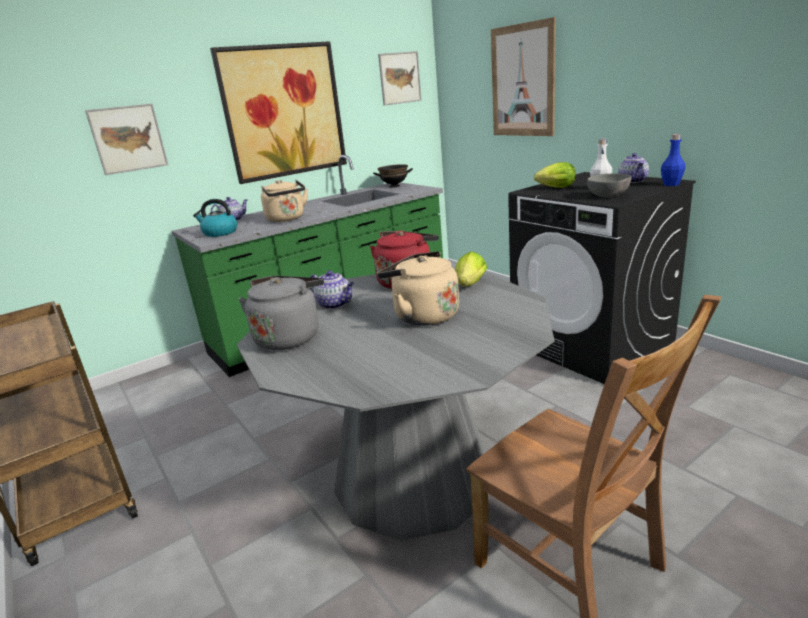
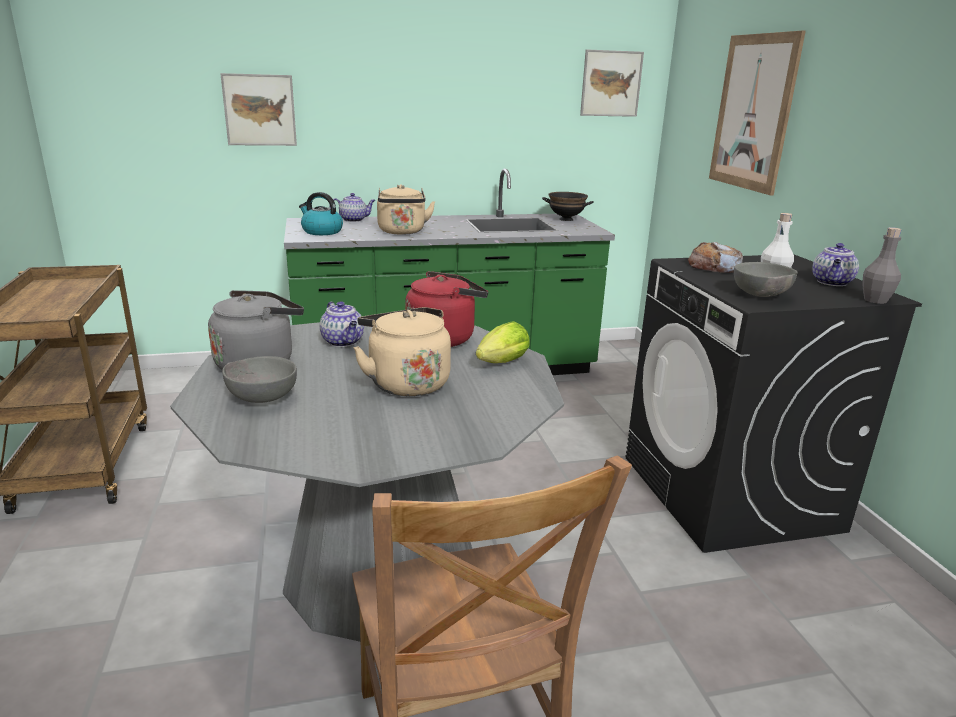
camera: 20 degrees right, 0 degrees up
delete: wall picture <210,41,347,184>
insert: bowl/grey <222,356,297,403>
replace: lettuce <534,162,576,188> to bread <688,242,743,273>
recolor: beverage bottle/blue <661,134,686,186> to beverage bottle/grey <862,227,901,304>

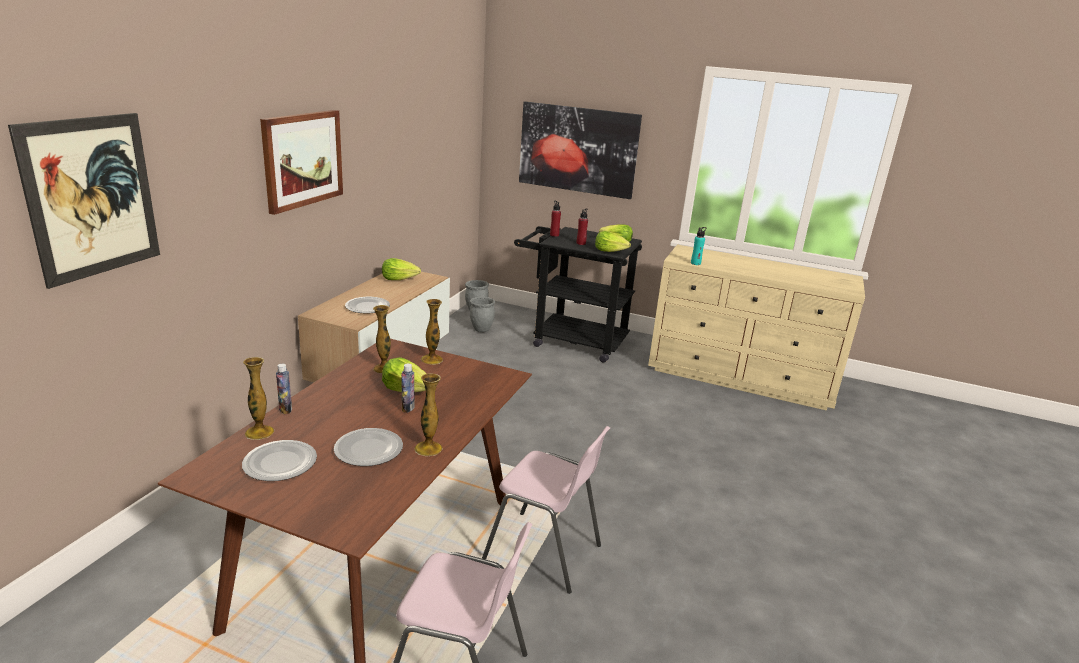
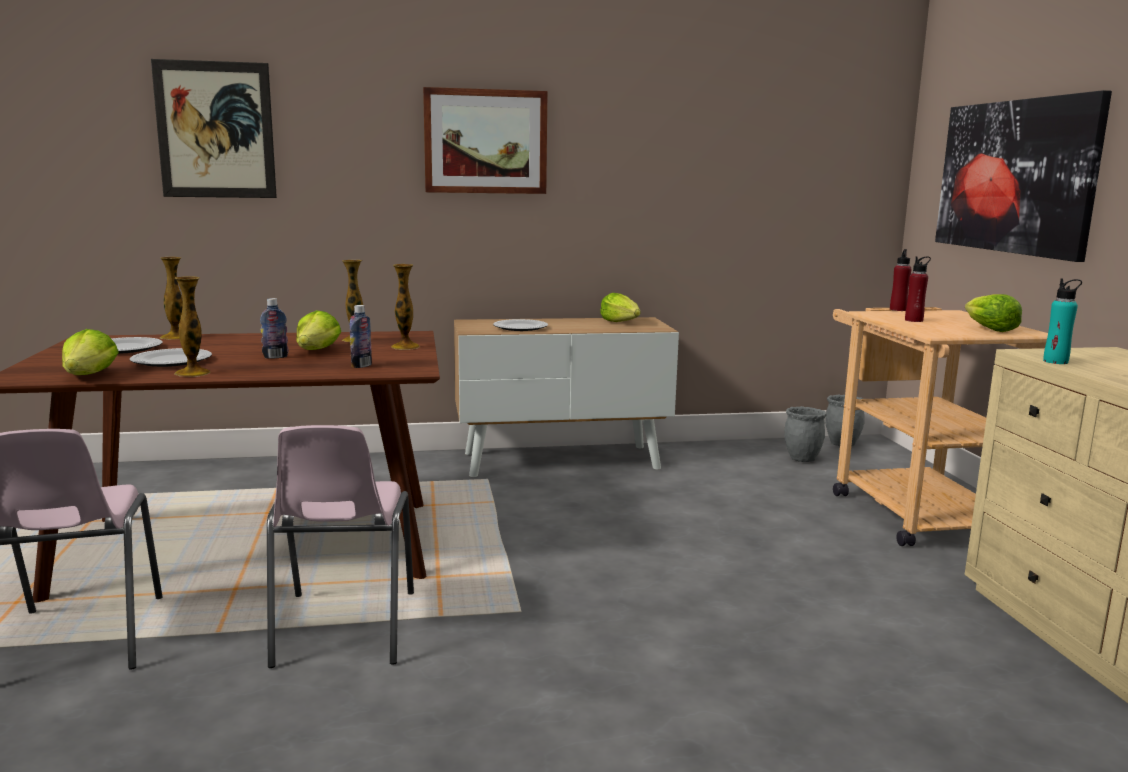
camera: 60 degrees right, 10 degrees down
move: beverage bottle <276,364,292,414> to <350,305,372,368>; lettuce <595,231,631,252> to <62,329,119,375>
recolor: trolley/black <514,226,642,363> to trolley/beige-coloured <833,307,1048,546>

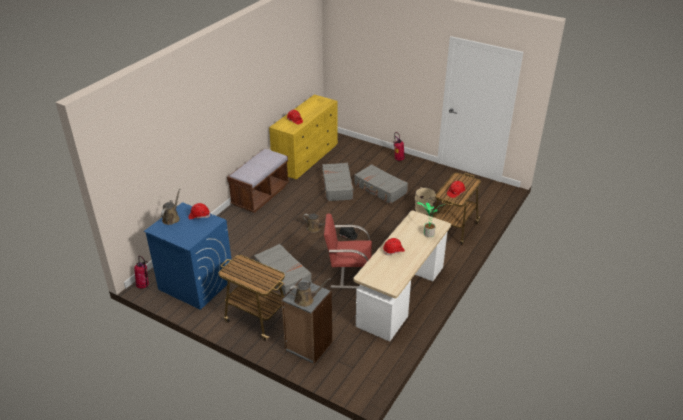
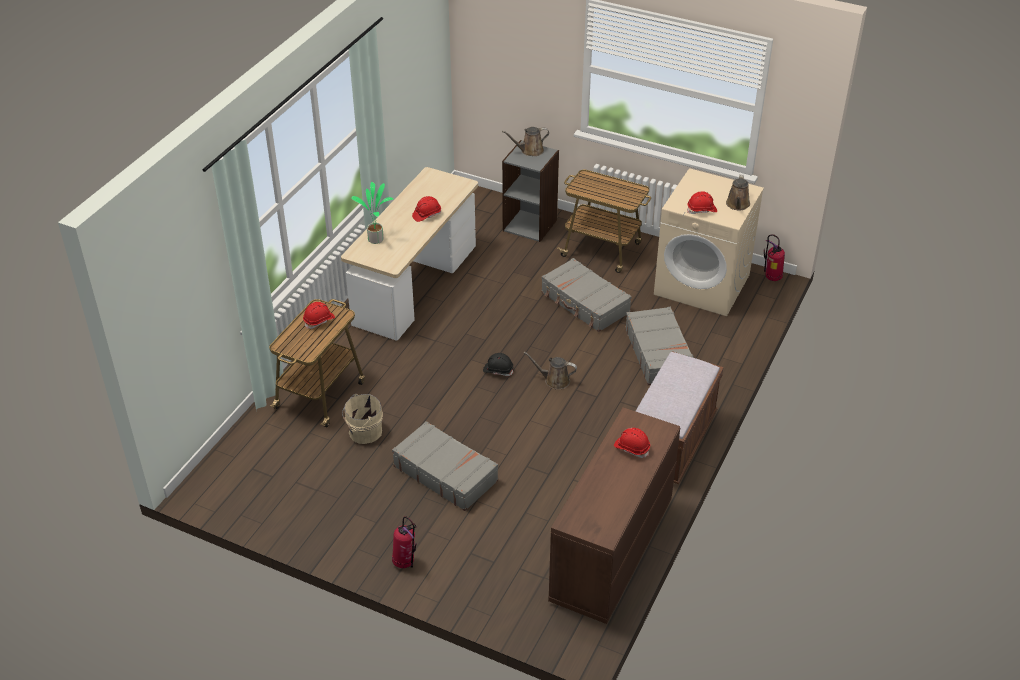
camera: 175 degrees right, 5 degrees up
delete: chair/red <324,213,372,289>
move: suitcase/grey <321,163,353,201> to <625,307,694,386>
recolor: washing machine/blue <144,202,232,310> to washing machine/beige-coloured <654,168,764,316>; dresser/yellowish <269,94,338,179> to dresser/brown <548,407,680,624>

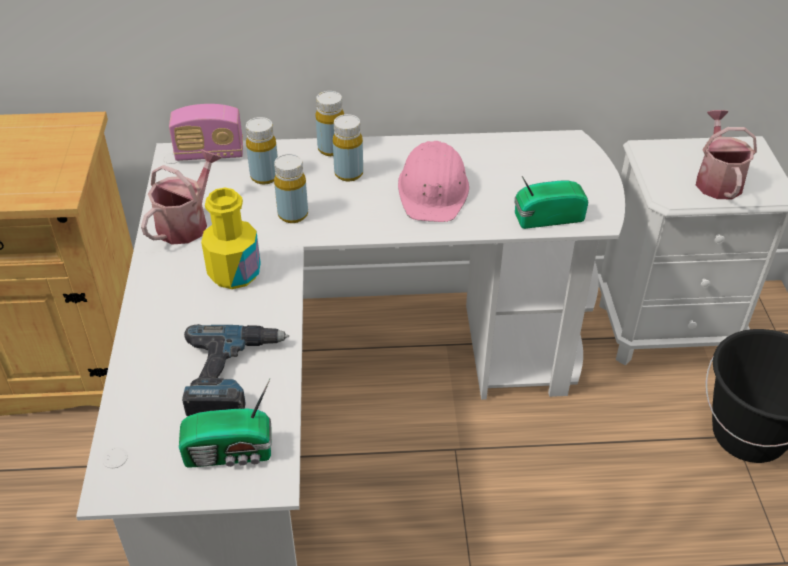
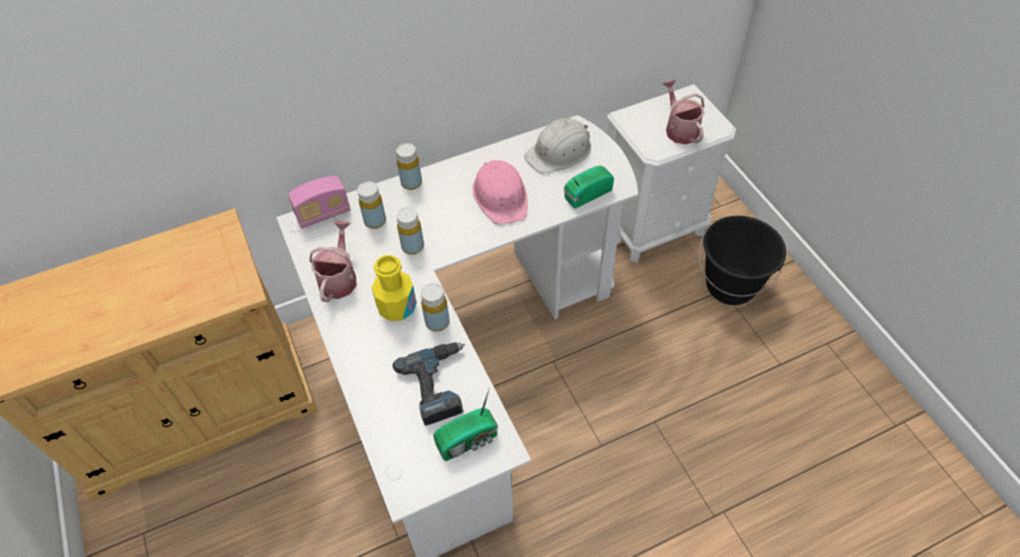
camera: 20 degrees left, 10 degrees up
insert: work helmet/whitish <525,118,591,173>
move: beverage bottle/yellowish <333,114,363,182> to <421,283,449,332>

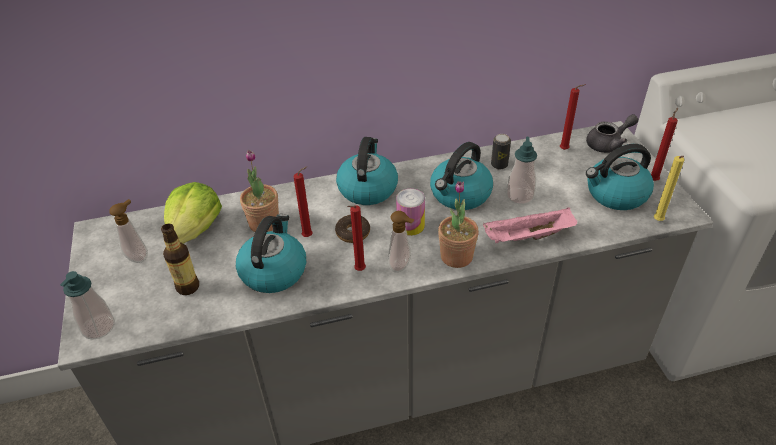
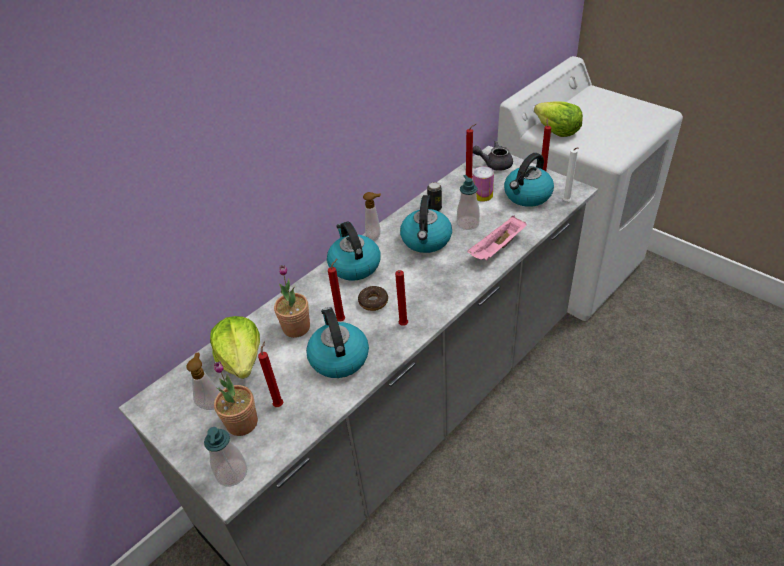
camera: 30 degrees left, 0 degrees up
insert: lettuce <534,102,583,137>
move: soap bottle <388,211,415,273> to <363,192,381,241>; can <396,189,425,236> to <473,166,494,202>; plant in a pot <438,181,479,268> to <214,361,258,436>
replace: beverage bottle <161,223,199,295> to candle/red <258,341,283,407>
recolor: candle/yellowish <654,156,684,221> to candle/whitish <563,148,578,202>
rotate: tea pot/grey <586,114,638,153> = <473,141,513,171> 120 degrees counterclockwise

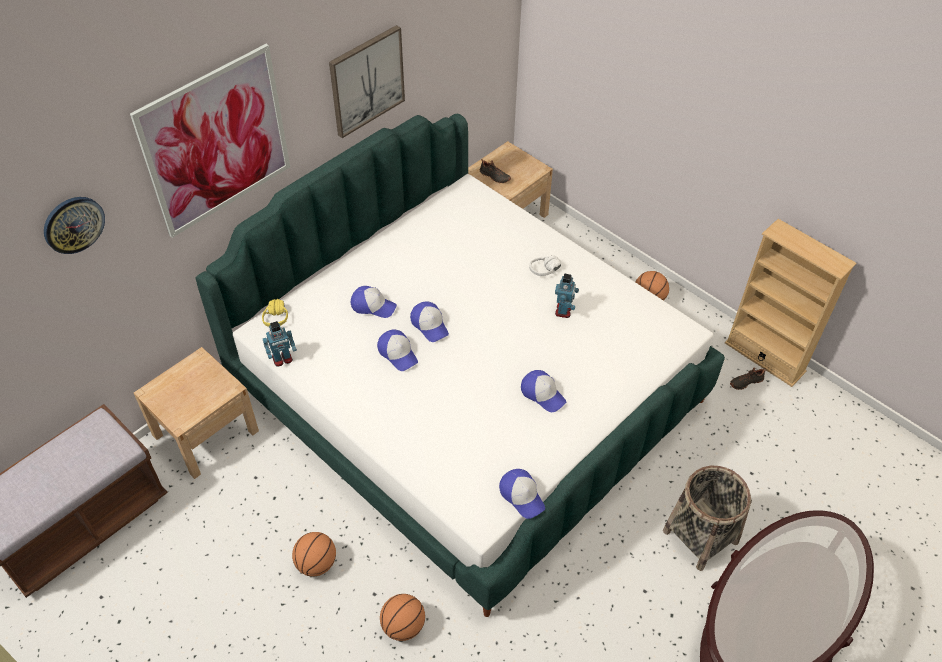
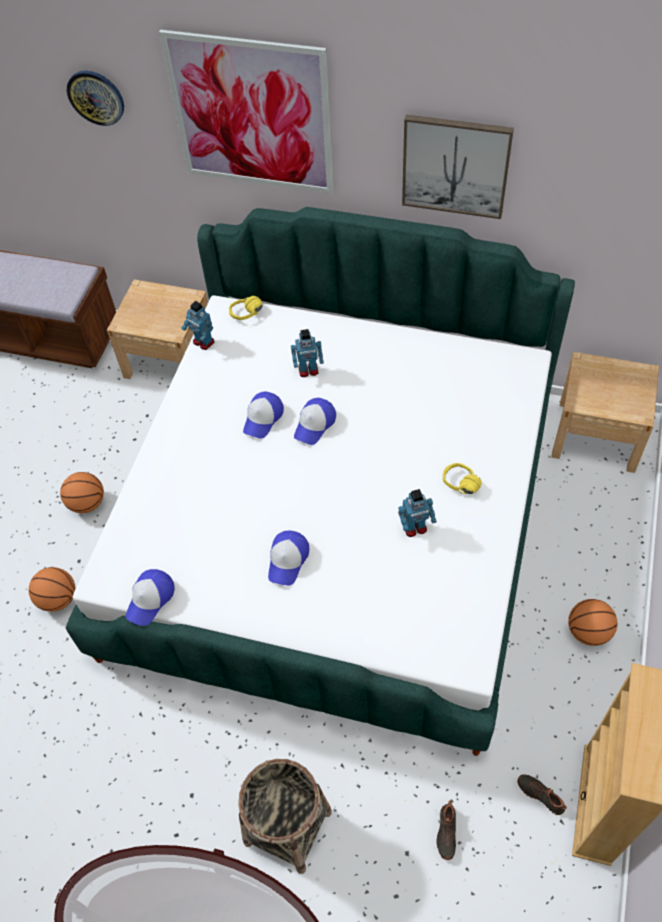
camera: 65 degrees right, 5 degrees up
move: shoe/black <480,159,511,183> to <436,800,456,860>
replace: peaked cap <351,286,397,318> to model robot <291,329,324,377>
recolor: headset/whitish <529,255,561,276> to headset/yellowish <443,463,482,494>

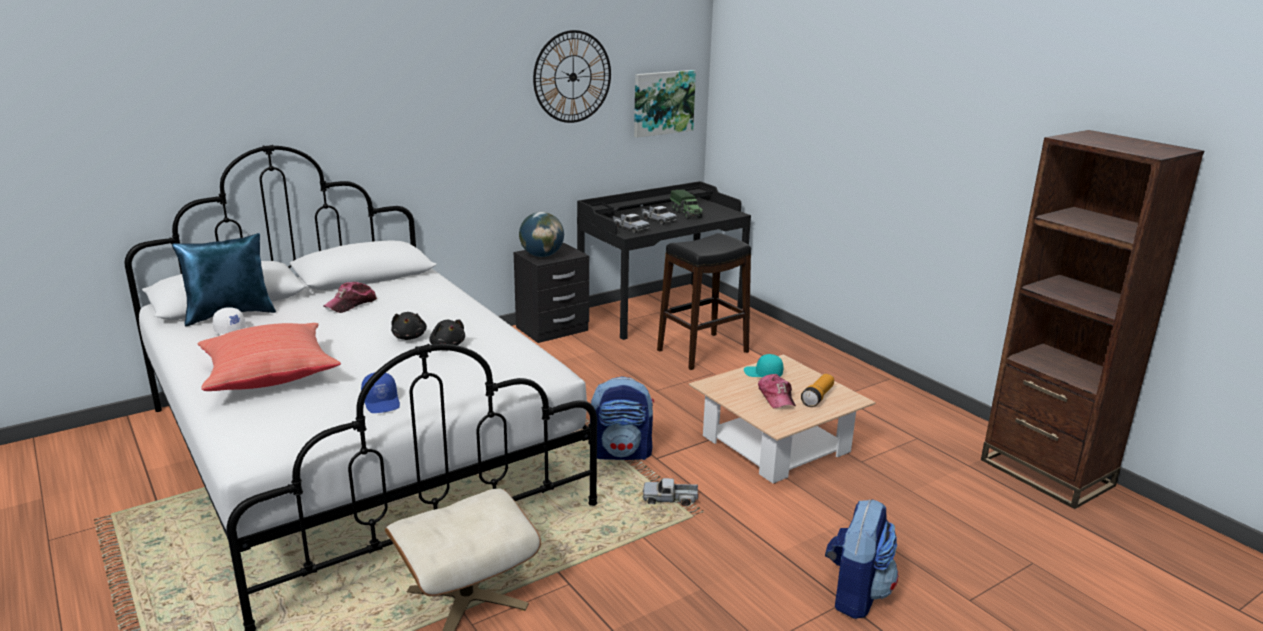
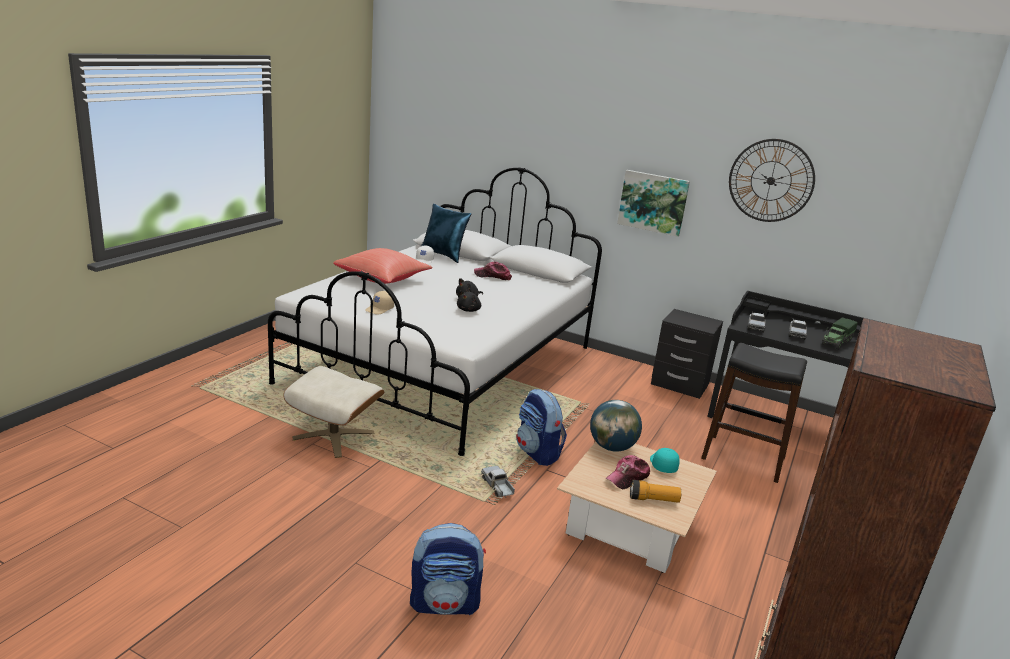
camera: 60 degrees right, 0 degrees up
move: desk globe <519,212,564,257> to <590,400,642,452>; wall picture <634,70,696,138> to <617,170,690,237>
recolor: peaked cap/blue <361,372,400,413> to peaked cap/beige-coloured <365,291,394,315>

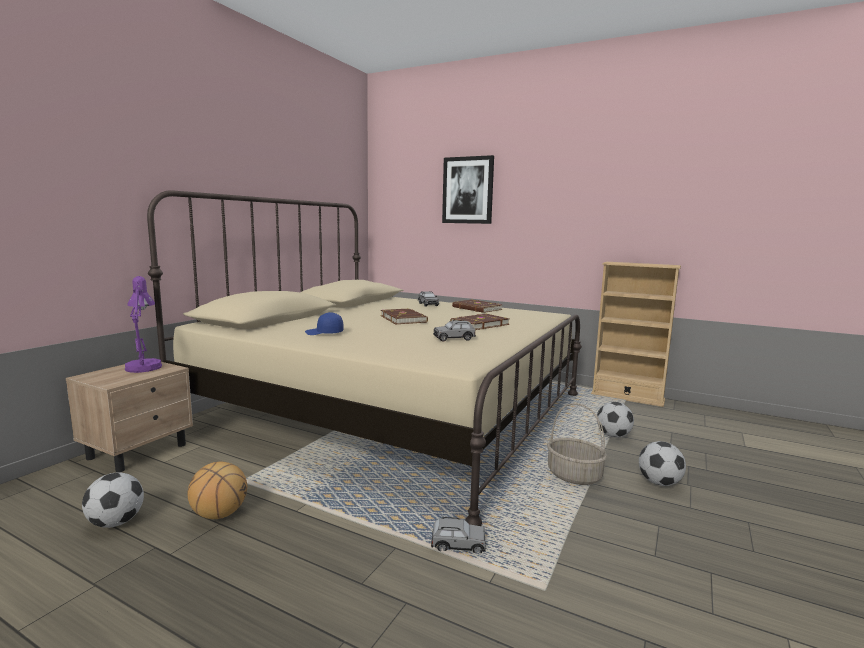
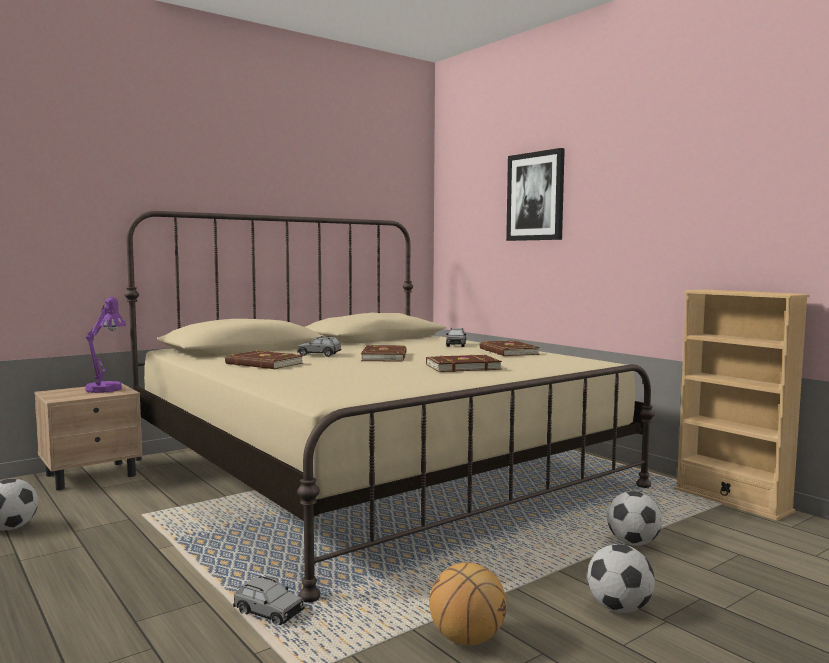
camera: 25 degrees right, 5 degrees down
delete: household basket <547,403,607,485>
move: ball for basketball <187,462,247,519> to <429,562,507,646>; miniature car/grey <433,320,476,342> to <297,336,341,357>
replace: peaked cap/blue <305,312,343,335> to book/brown <225,350,304,369>

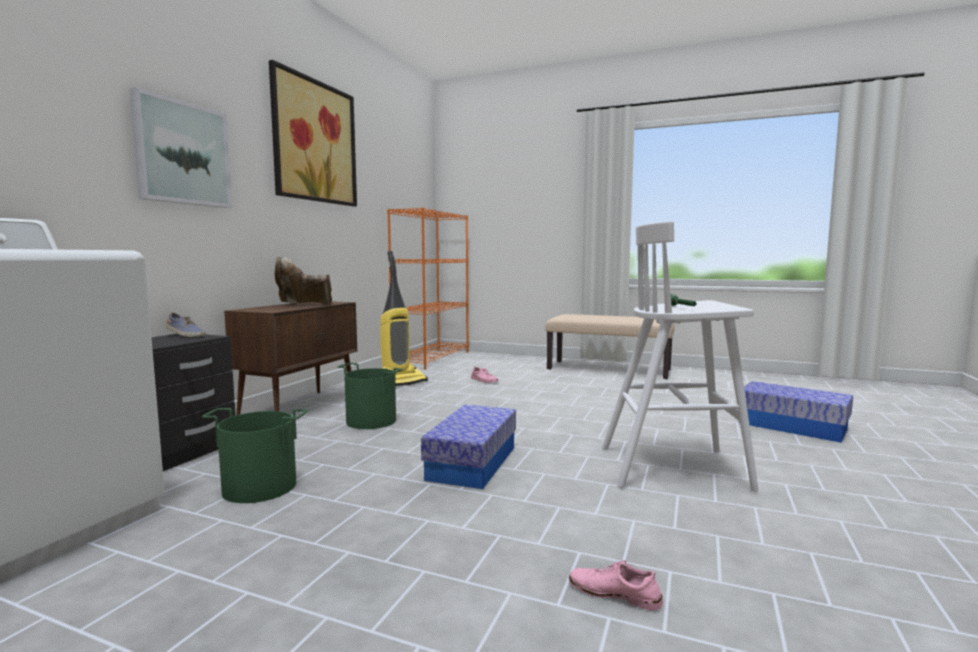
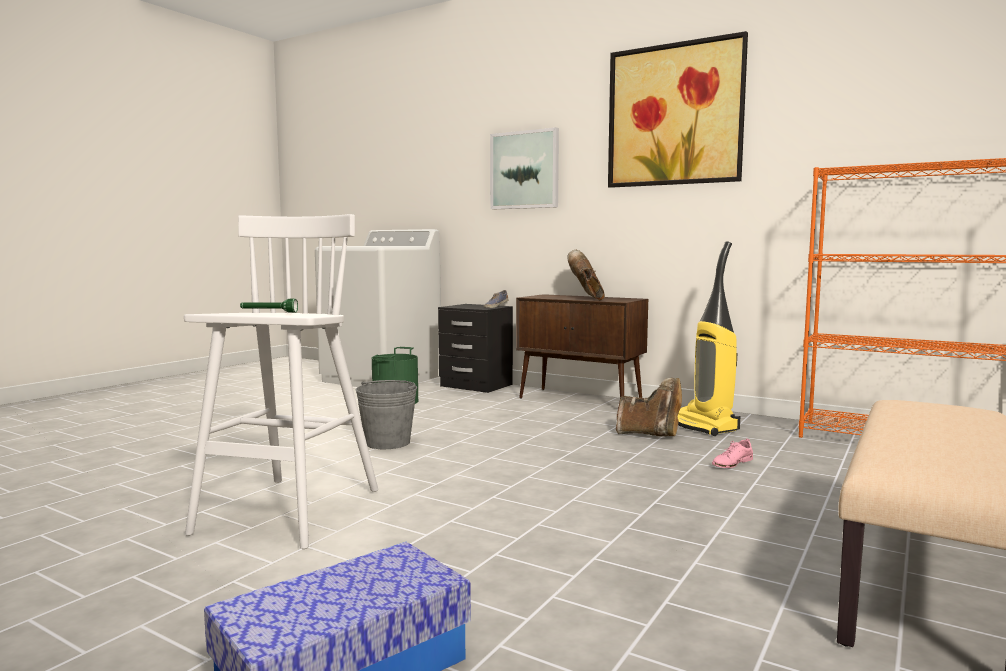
camera: 100 degrees right, 0 degrees up
delete: water bucket/green-coloured <337,363,403,429>; shoe/pinkish <569,560,663,611>
insert: high-top boot/brown <616,378,682,437>
replace: storage box <421,405,516,489> to water bucket/grey <356,380,417,449>

